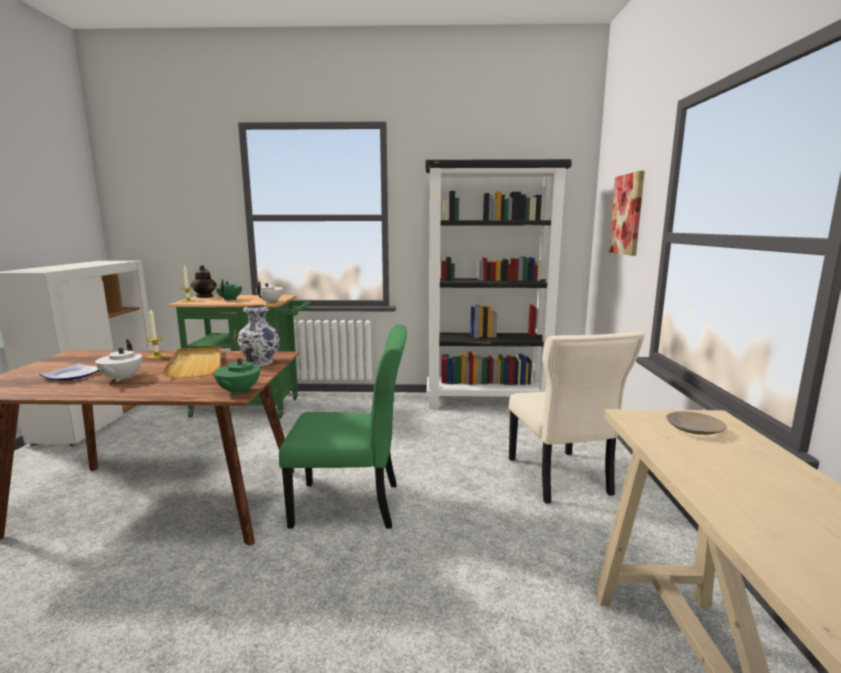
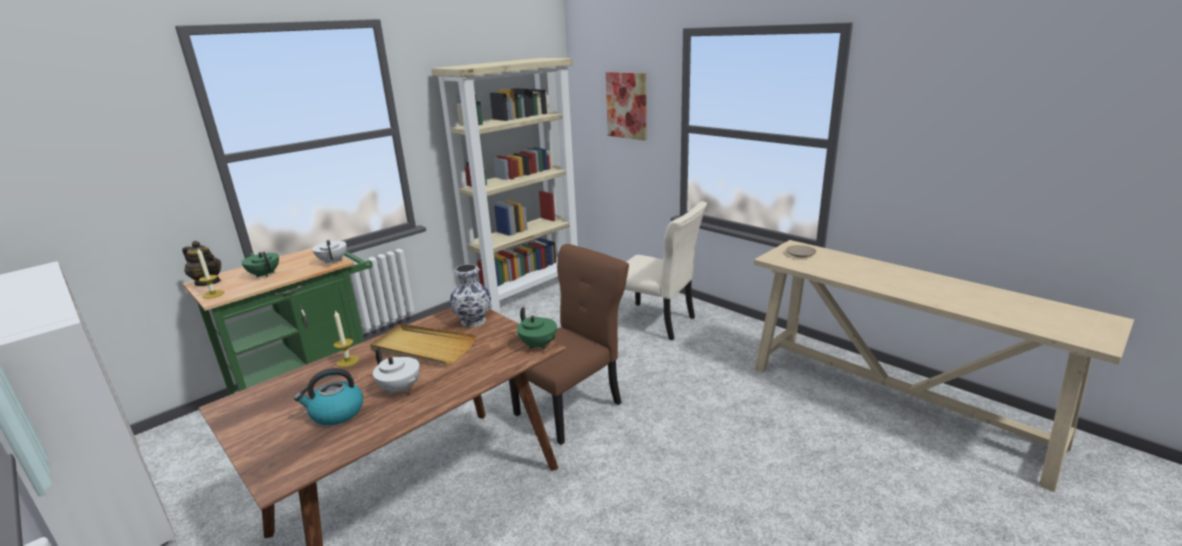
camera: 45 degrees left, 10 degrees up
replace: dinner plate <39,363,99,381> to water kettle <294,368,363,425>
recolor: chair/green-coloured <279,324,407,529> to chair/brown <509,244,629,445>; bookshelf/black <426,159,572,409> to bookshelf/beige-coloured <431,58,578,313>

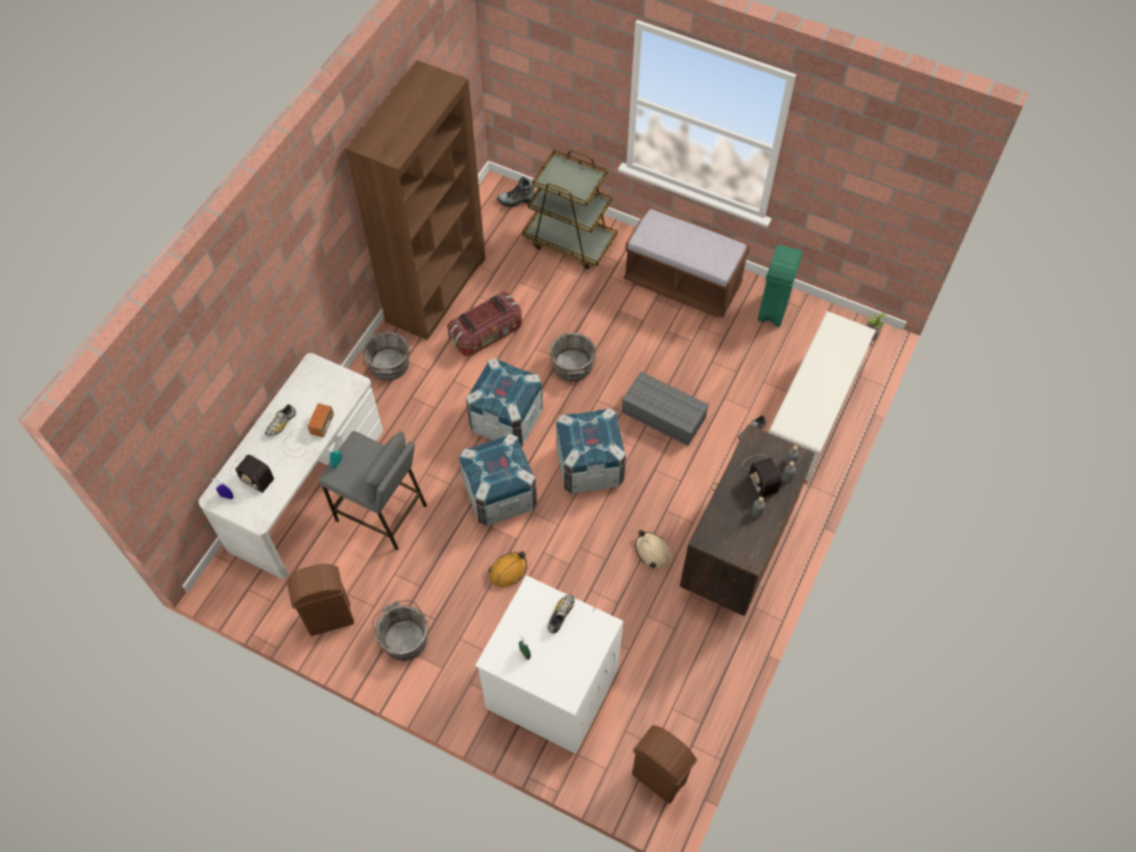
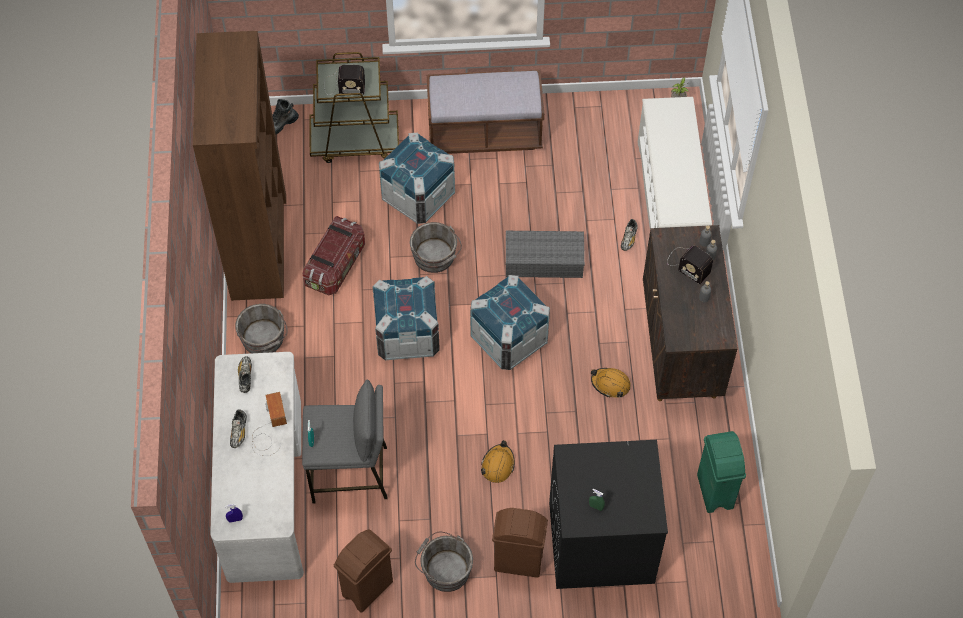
camera: 30 degrees left, 0 degrees up
move: radio receiver <230,453,274,493> to <324,65,365,95>; packing crate <459,434,537,526> to <379,133,455,224>; shoe <547,595,575,634> to <238,356,252,393>; rubbish bin/brown <632,725,697,804> to <492,508,548,578>; rubbish bin/green-coloured <757,245,803,327> to <697,431,746,513>
recolor: washing machine/whitish <475,575,623,754> to washing machine/black <549,440,668,589>; work helmet/beige-coloured <635,530,671,568> to work helmet/orange-coloured <591,368,631,398>

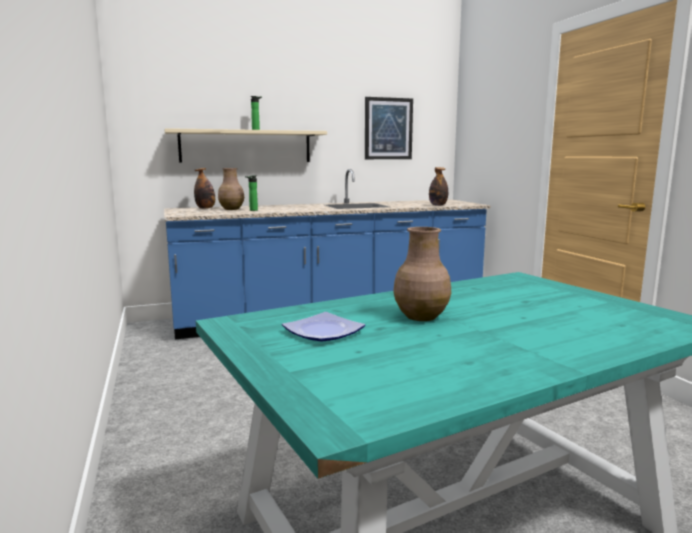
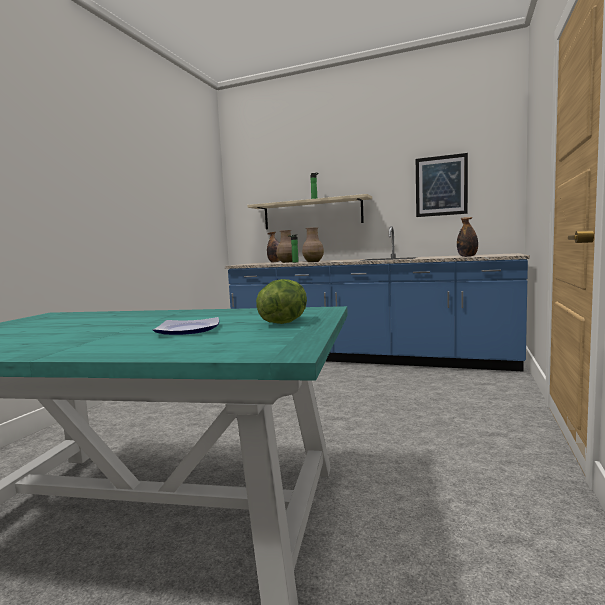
camera: 40 degrees right, 5 degrees down
insert: lettuce <256,279,307,324>
move: dinner plate <282,312,365,341> to <153,317,219,335>; flower vase/brown <393,227,451,321> to <302,227,324,262>

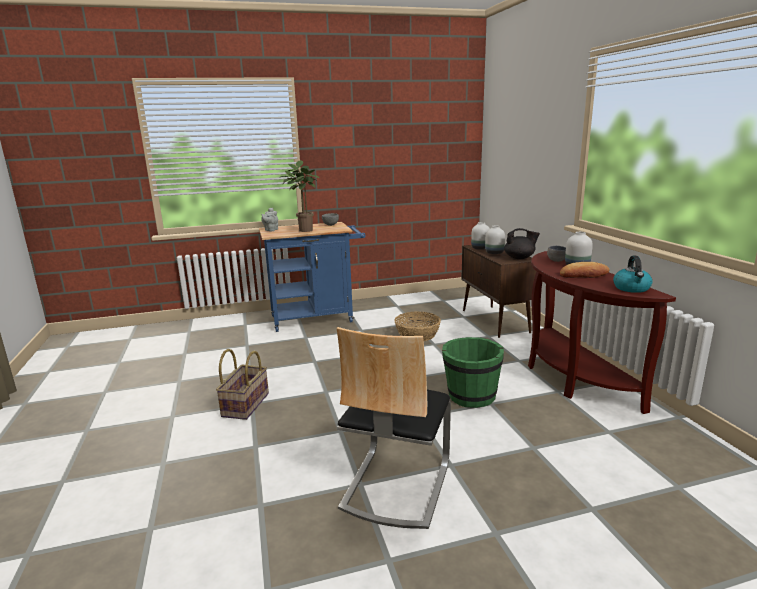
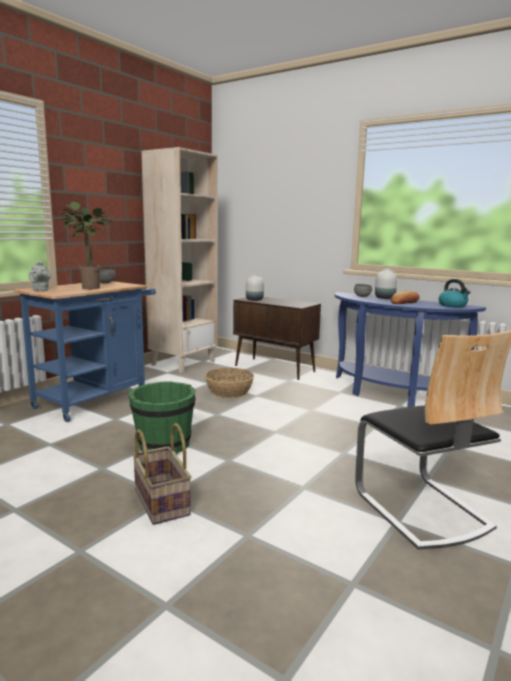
camera: 40 degrees left, 5 degrees down
delete: flower vase/whitish <485,226,505,254>; tea pot/black <504,228,540,259>
insert: bookshelf/beige-coloured <141,147,218,373>
move: water bucket/green-coloured <442,337,504,408> to <128,381,196,454>
recolor: hall table/brown <528,251,676,414> to hall table/blue <335,292,486,407>

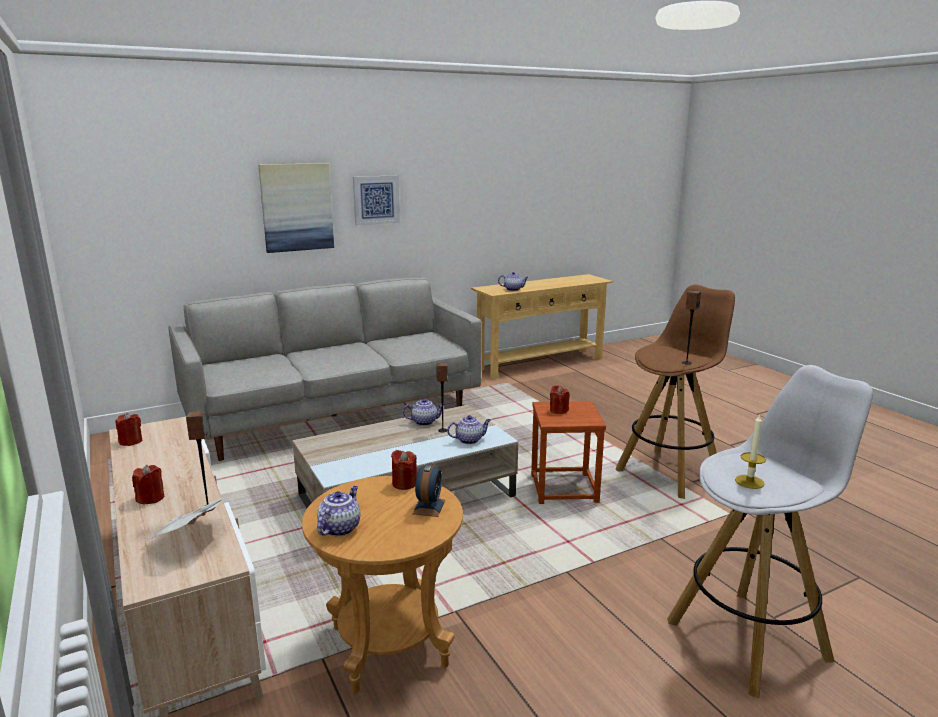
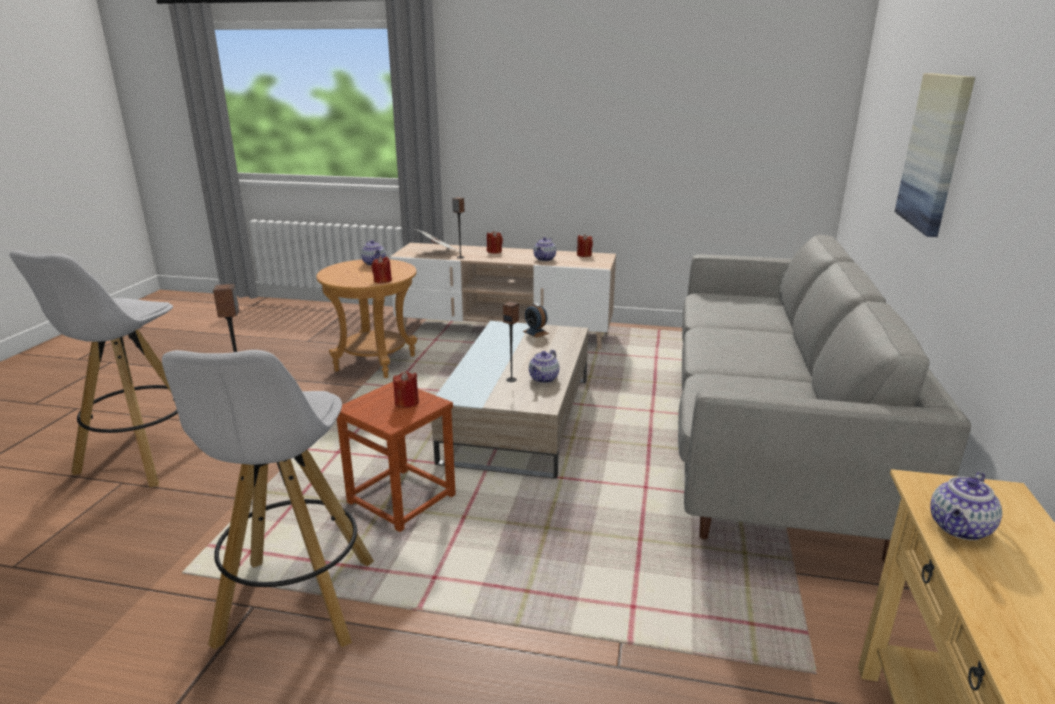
camera: 130 degrees right, 5 degrees up
delete: wall picture <353,175,400,226>; candle <735,414,766,489>
move: alarm clock <413,463,445,517> to <523,303,549,338>; tea pot <447,415,491,444> to <533,237,556,261>
recolor: sitting stool/brown <615,284,735,499> to sitting stool/whitish <162,350,374,649>

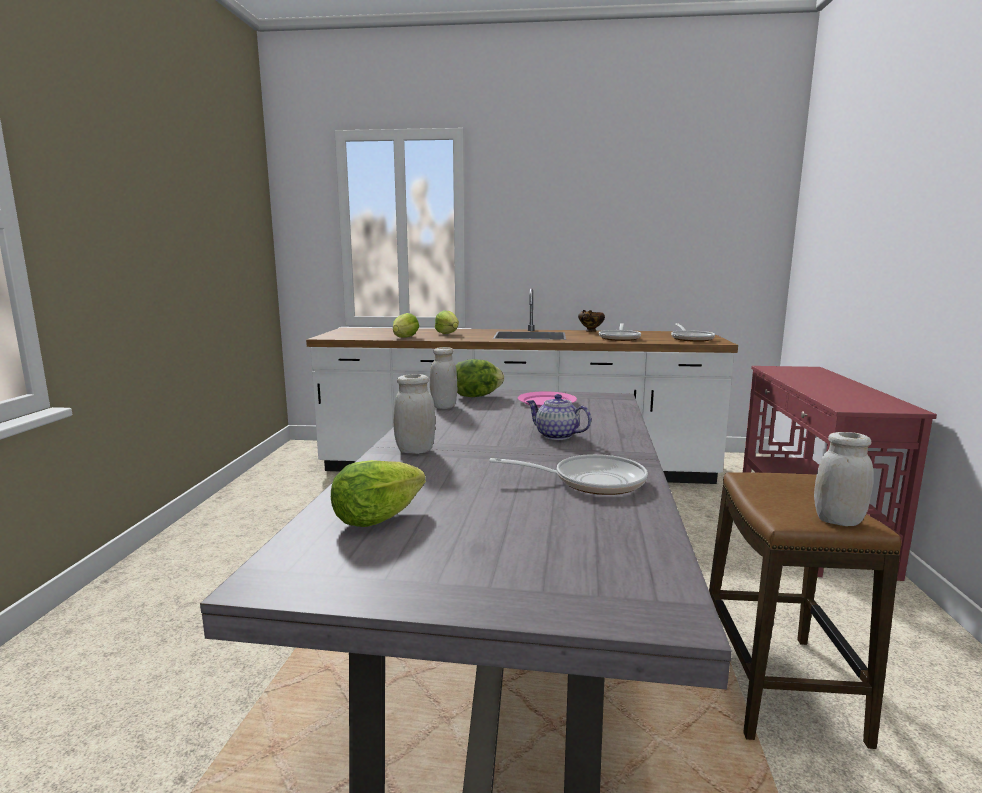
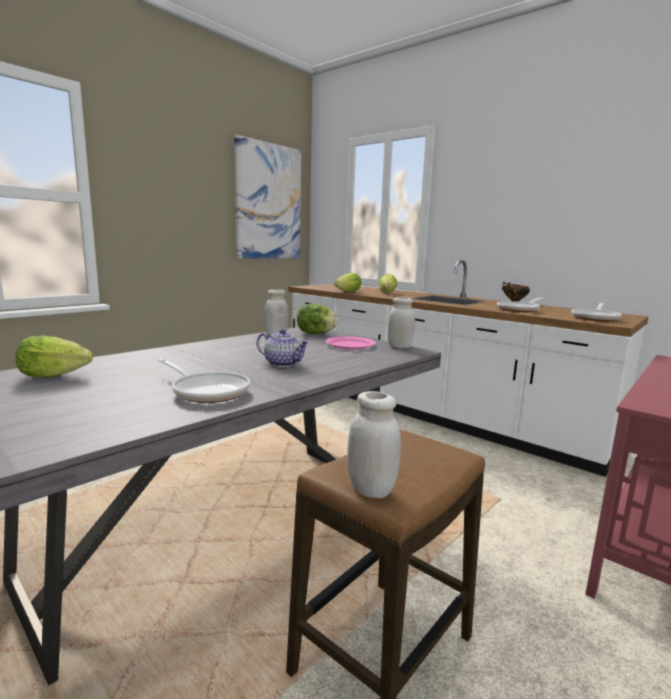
camera: 35 degrees right, 0 degrees up
insert: wall picture <234,135,301,258>
move: preserve jar/whitish <393,374,435,454> to <388,297,415,349>
rotate: tea pot <527,394,592,440> = <257,329,309,367> 135 degrees clockwise

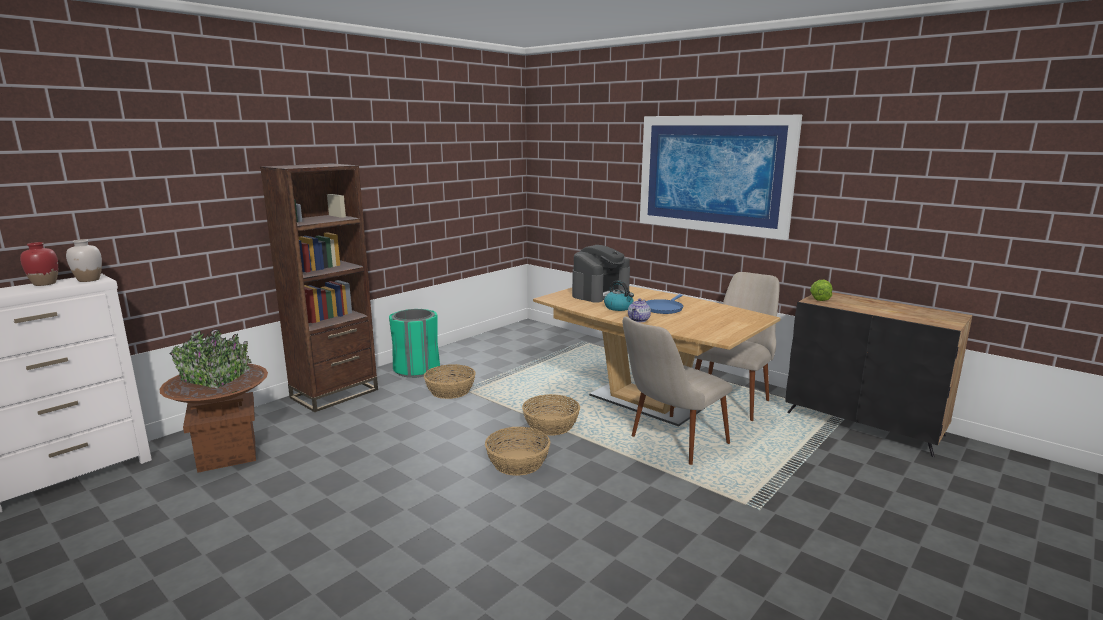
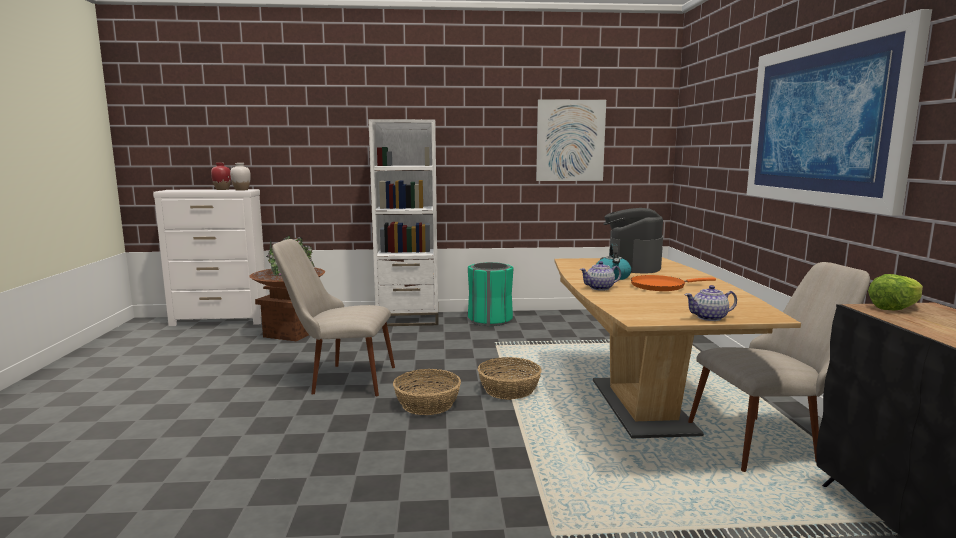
camera: 45 degrees right, 5 degrees down
delete: household basket <424,364,475,399>
insert: wall picture <536,99,606,181>; tea pot <685,285,737,321>
move: chair/beige-coloured <623,317,732,465> to <272,239,395,396>
recolor: bookshelf/brown <260,163,378,412> to bookshelf/whitish <368,119,438,326>; skillet/blue <646,294,683,314> to skillet/orange-coloured <631,275,716,291>
rotate: coffee maker <572,245,630,303> = <600,208,663,273> 105 degrees clockwise

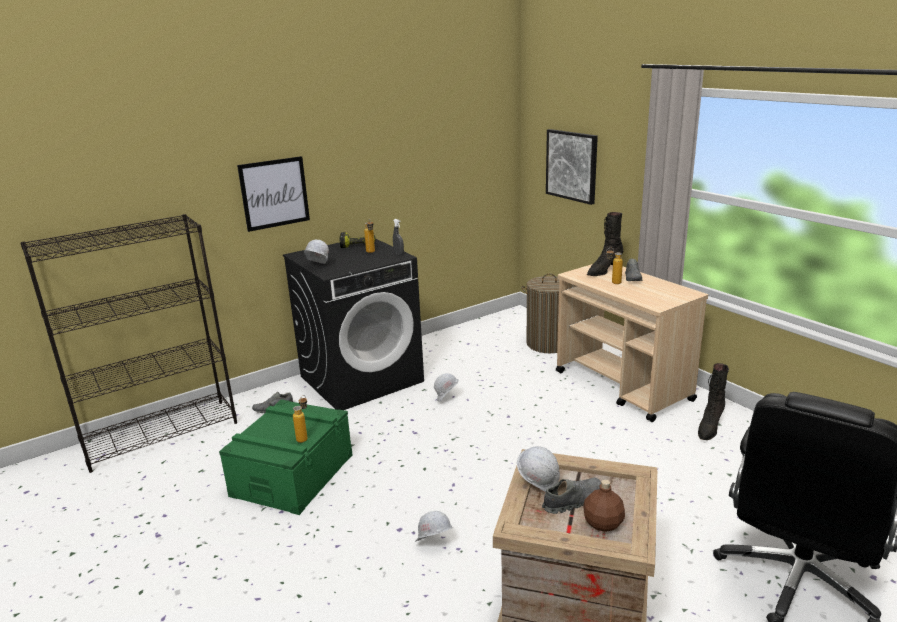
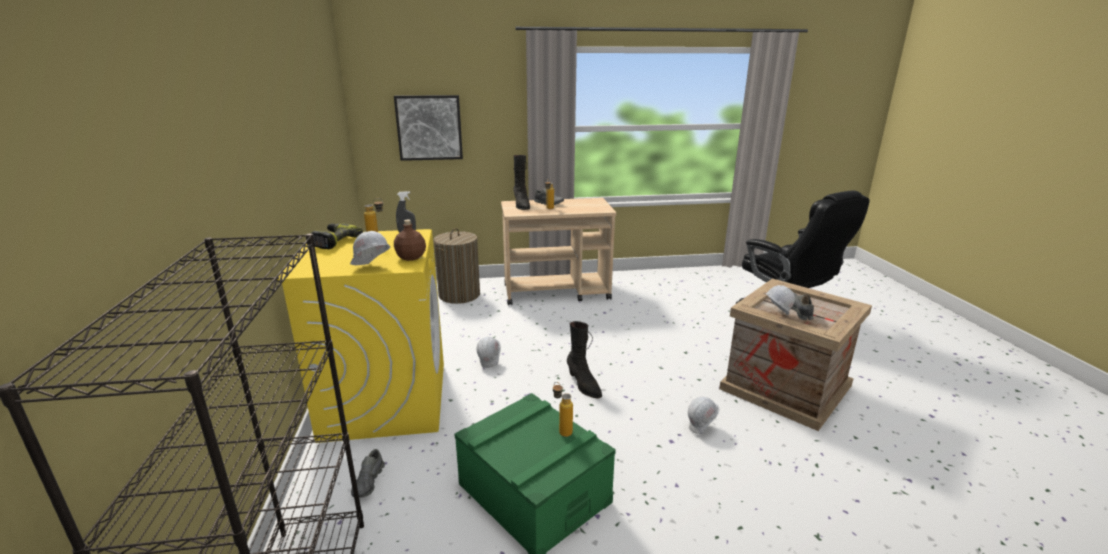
camera: 65 degrees left, 0 degrees up
delete: wall picture <237,156,310,232>
move: beverage bottle/brown <583,480,625,532> to <394,219,426,261>; high-top boot/black <698,363,729,440> to <567,321,602,398>
recolor: washing machine/black <283,239,424,410> to washing machine/yellowish <276,229,444,443>

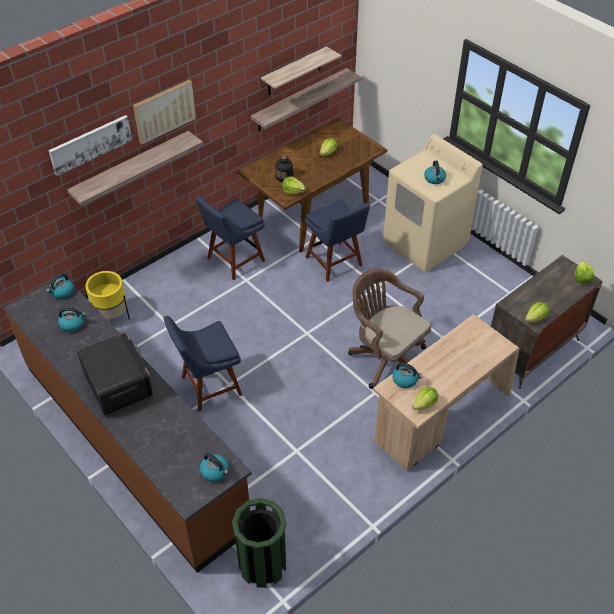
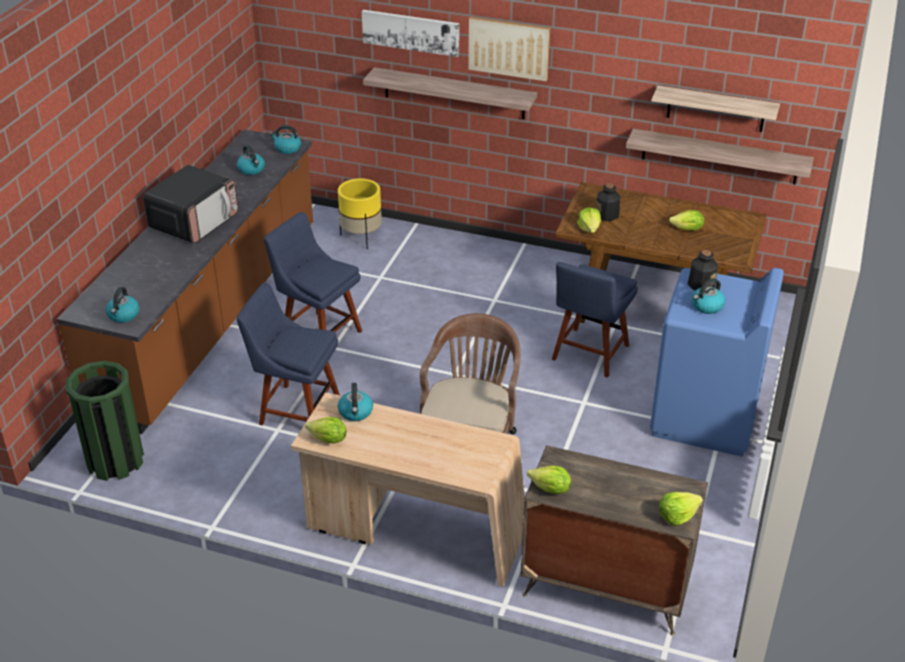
camera: 60 degrees right, 10 degrees down
insert: beverage bottle <688,250,718,291>
move: chair/blue <195,196,265,280> to <236,283,340,426>
recolor: washing machine/beige-coloured <383,134,483,272> to washing machine/blue <650,268,784,457>

